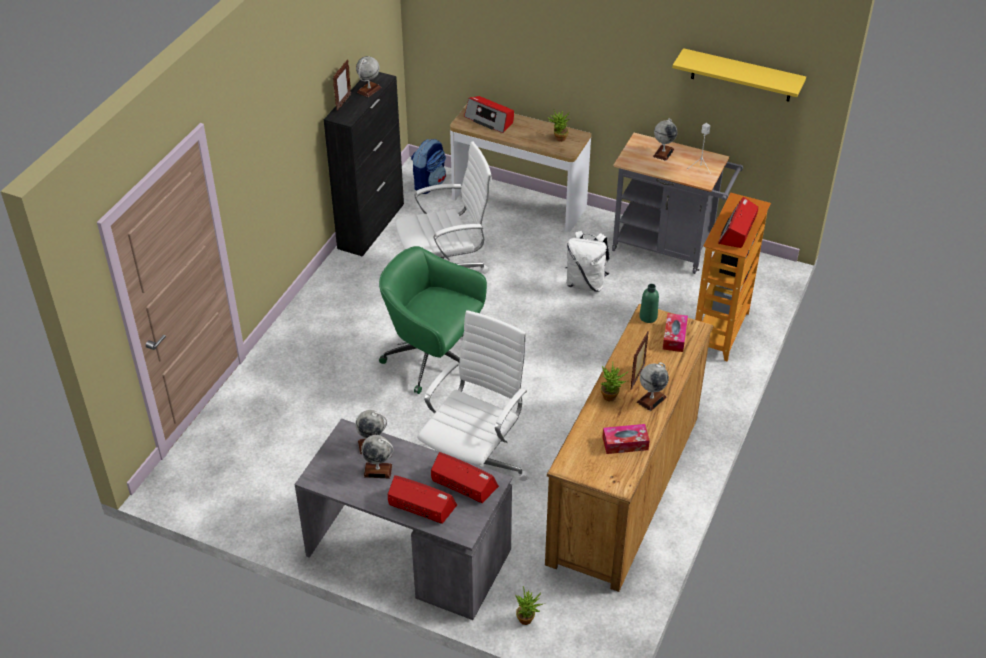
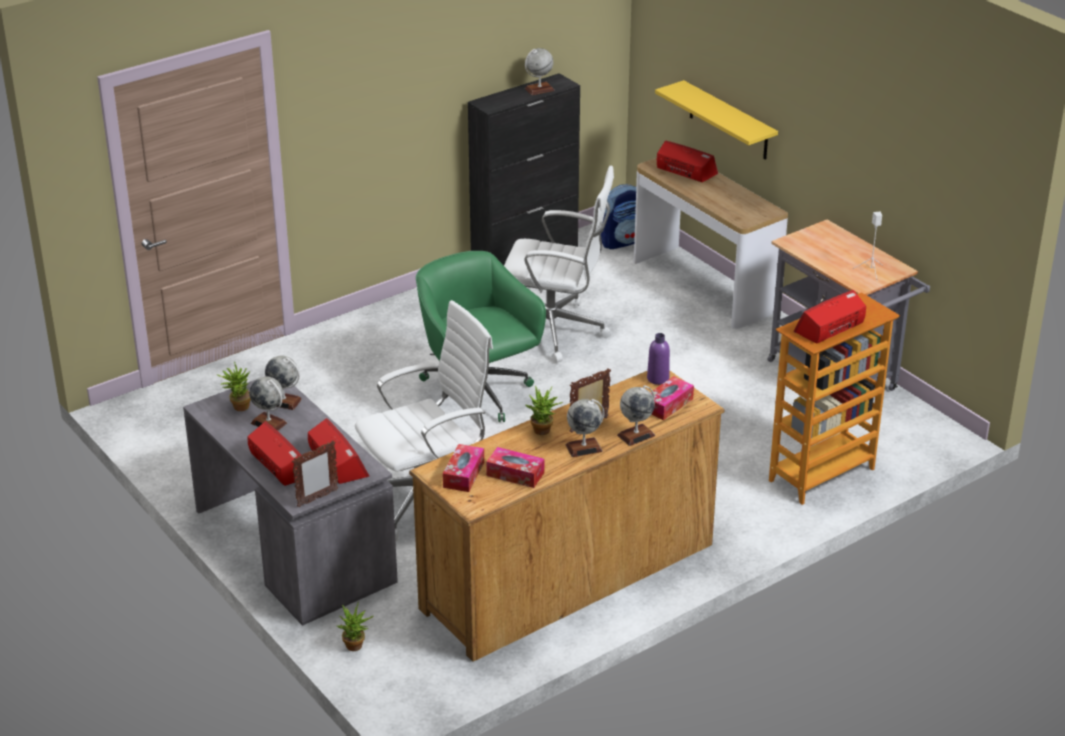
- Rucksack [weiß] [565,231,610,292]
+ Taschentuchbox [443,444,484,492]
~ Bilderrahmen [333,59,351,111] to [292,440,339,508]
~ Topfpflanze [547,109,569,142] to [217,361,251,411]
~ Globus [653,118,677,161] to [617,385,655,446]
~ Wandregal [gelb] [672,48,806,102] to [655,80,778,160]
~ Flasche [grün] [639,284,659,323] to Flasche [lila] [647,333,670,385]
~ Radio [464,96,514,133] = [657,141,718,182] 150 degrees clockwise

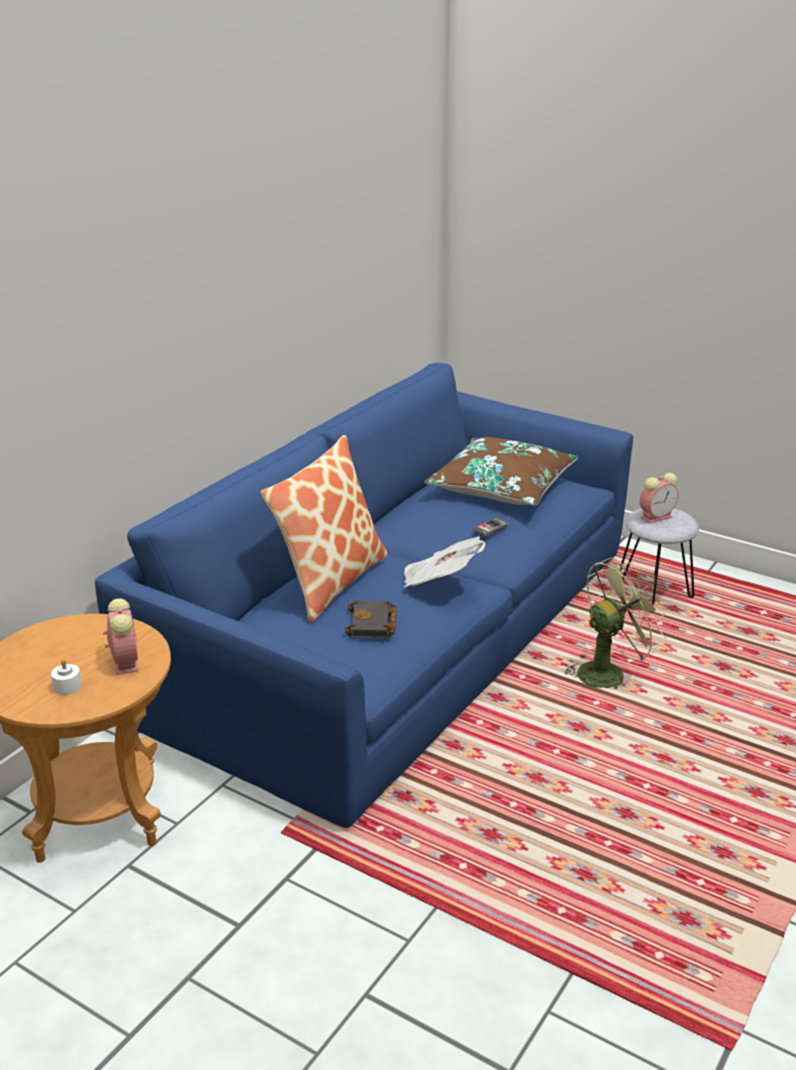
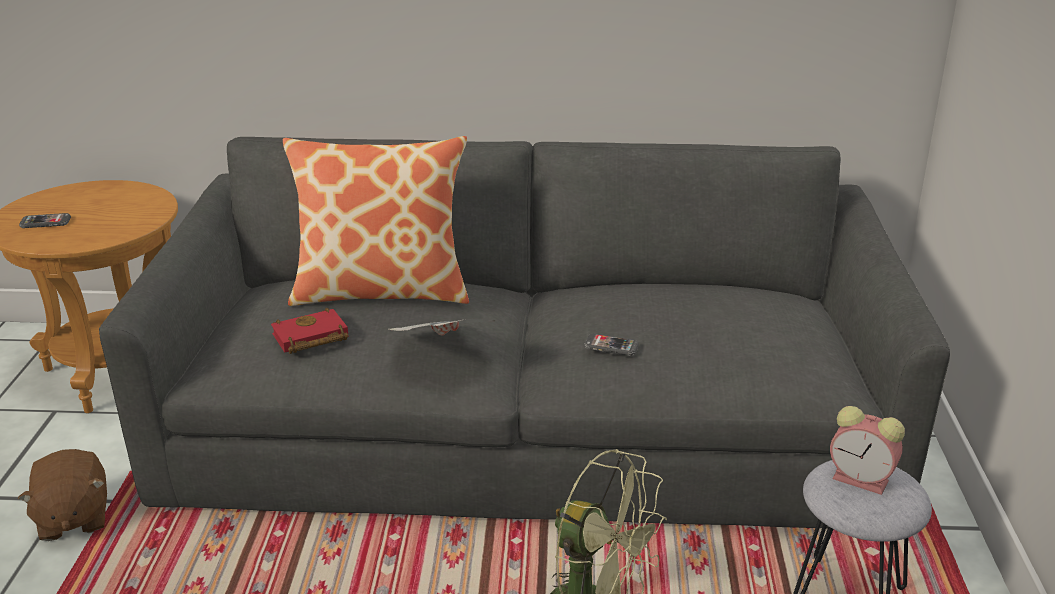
- Wecker [103,598,138,675]
- Kissen [braun] [425,437,578,506]
+ Plüschtier [braun] [18,449,107,541]
~ Kerze [weiß] [51,659,82,695] to Handy [19,213,71,228]
~ Sofa [blau] [95,363,633,828] to Sofa [grau] [99,137,950,528]
~ Buch [schwarz] [345,601,397,638] to Buch [rot] [271,308,348,354]

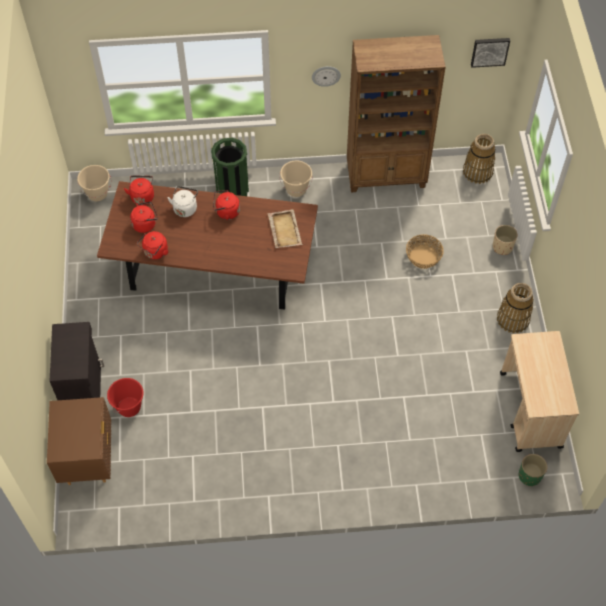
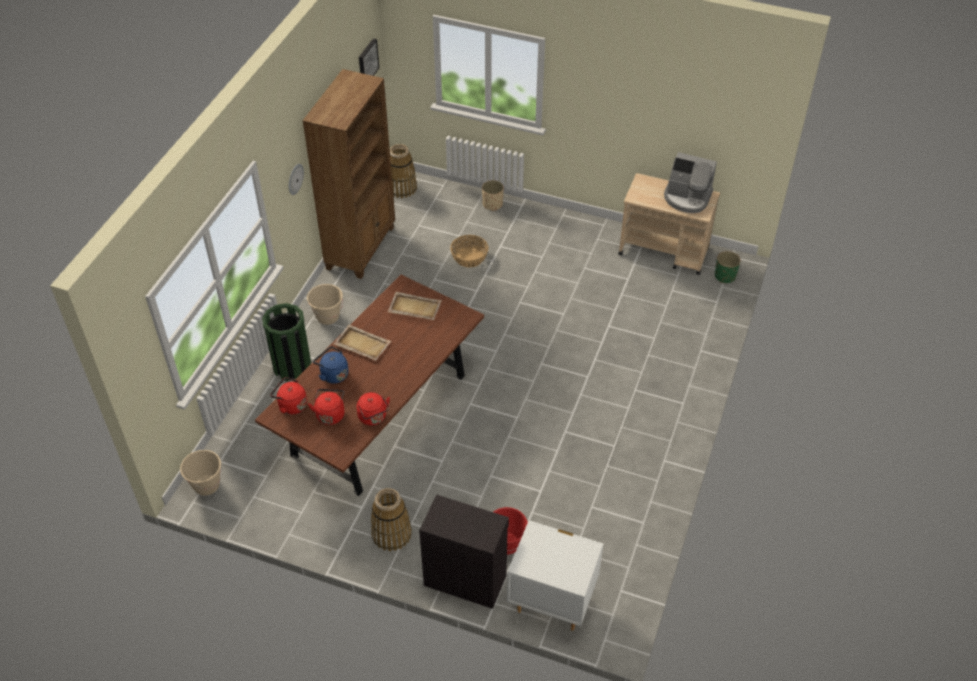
+ Kaffeemaschine [664,152,717,213]
~ Korb [497,283,533,333] to [371,488,412,551]
~ Wasserkessel [rot] [213,190,240,220] to Tablett [beige] [333,325,391,361]
~ Nachttisch [braun] [47,397,111,485] to Nachttisch [weiß] [507,520,604,631]
~ Wasserkessel [weiß] [167,186,198,217] to Wasserkessel [blau] [313,346,348,384]

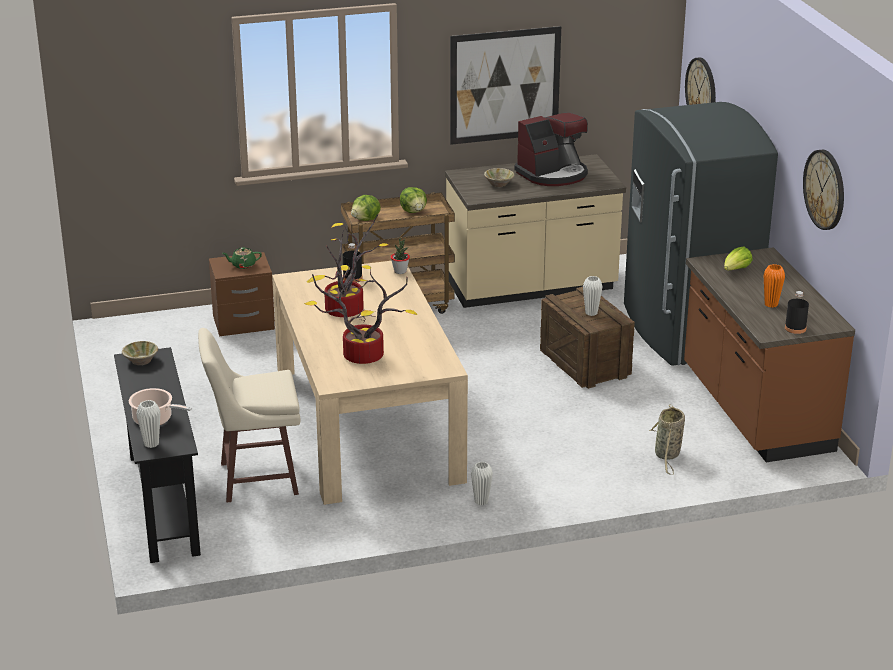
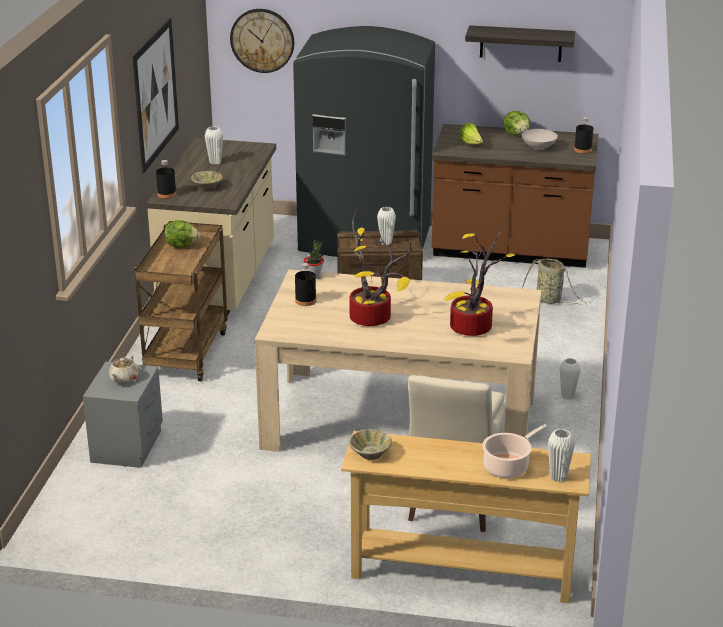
+ Flasche [schwarz] [156,160,176,199]
~ Salatkopf [351,195,381,221] to [504,111,530,135]
~ Kaffeemaschine [514,113,588,186] to Vase [weiß] [205,126,223,165]
~ Vase [orange] [764,264,785,308] to Schüssel [weiß] [522,129,558,150]
~ Wanduhr [803,149,844,230] to Wandregal [465,25,575,62]
~ Konsolentisch [schwarz] [114,347,201,563] to Konsolentisch [beige] [341,431,591,603]
~ Nachttisch [braun] [209,252,275,336] to Nachttisch [grau] [83,362,163,468]
~ Teekanne [grün] [222,247,262,269] to Teekanne [beige] [109,355,139,384]

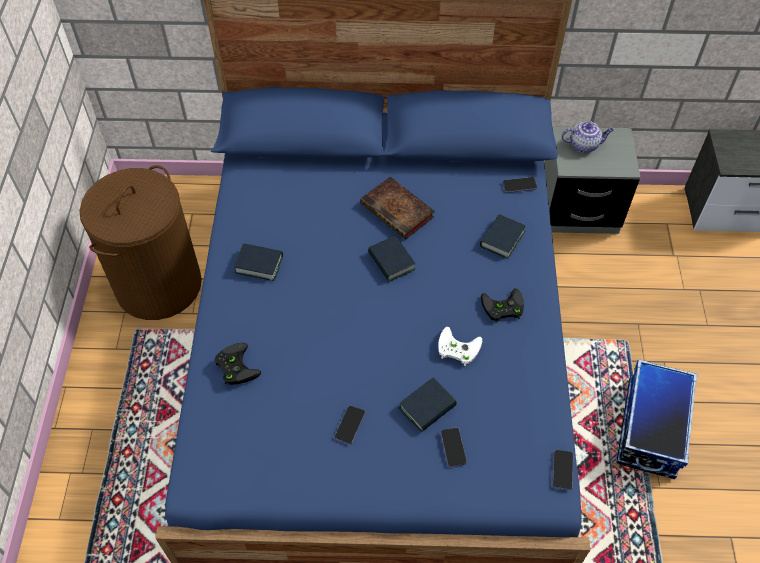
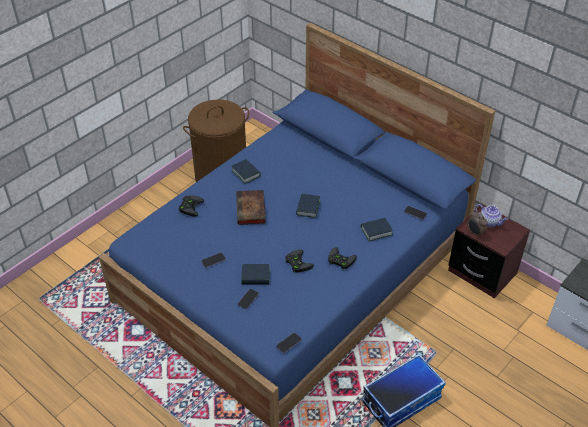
+ Wecker [467,210,488,238]
~ Buch [360,177,435,240] to [236,190,266,225]
~ Gamepad [weiß] [438,327,482,366] to Gamepad [schwarz] [285,249,314,272]
~ Nachttisch [grau] [544,127,640,234] to Nachttisch [braun] [448,204,530,298]

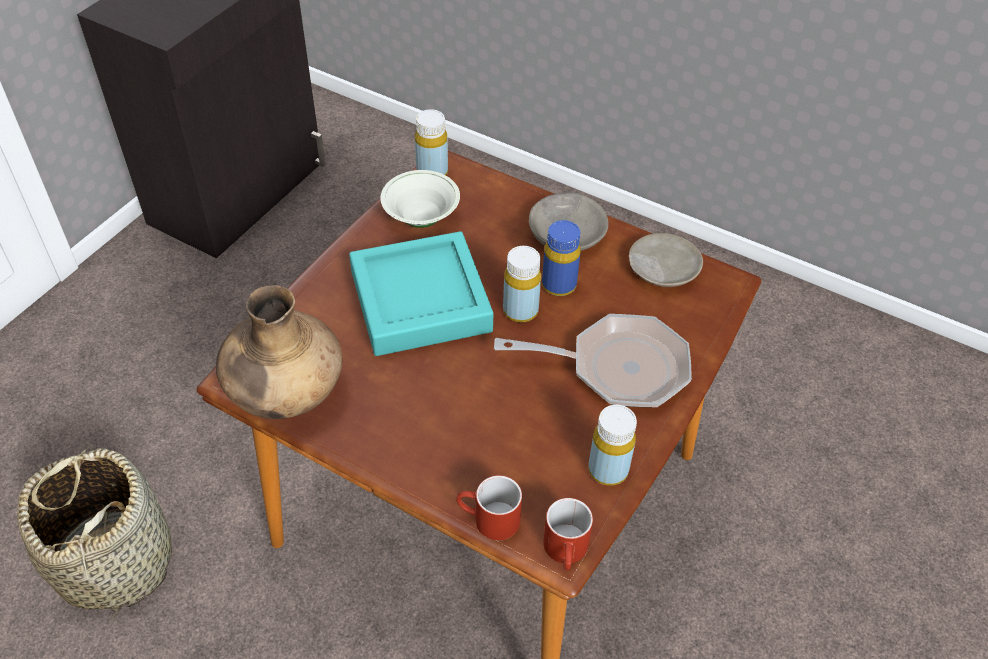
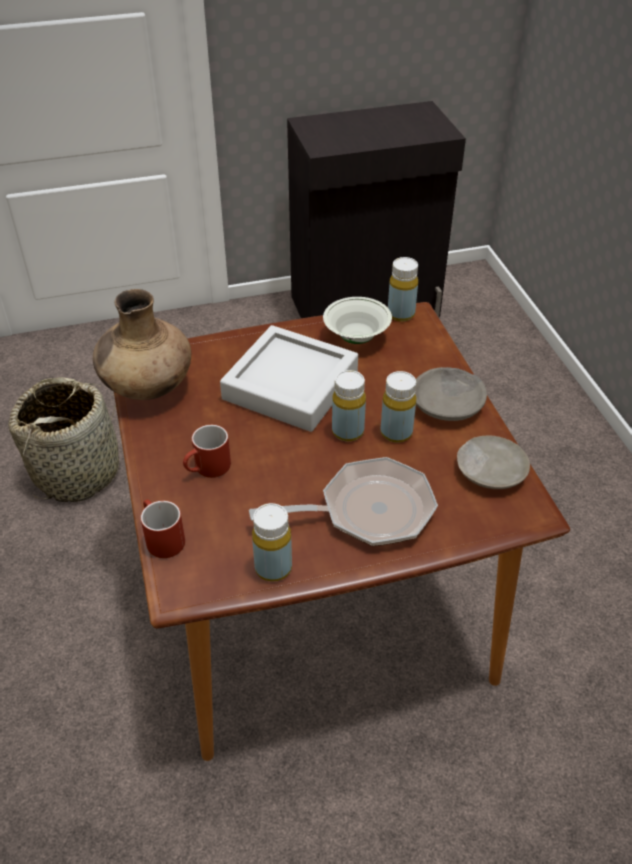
~ Henkelbecher [rot] [543,498,593,570] to [183,425,231,478]
~ Tablett [türkis] [349,231,493,356] to Tablett [grau] [220,325,358,432]
~ Flasche [blau] [542,220,581,296] to Flasche [gelb] [381,371,416,443]
~ Pfanne [494,314,692,408] = [249,457,438,546] 60 degrees counterclockwise

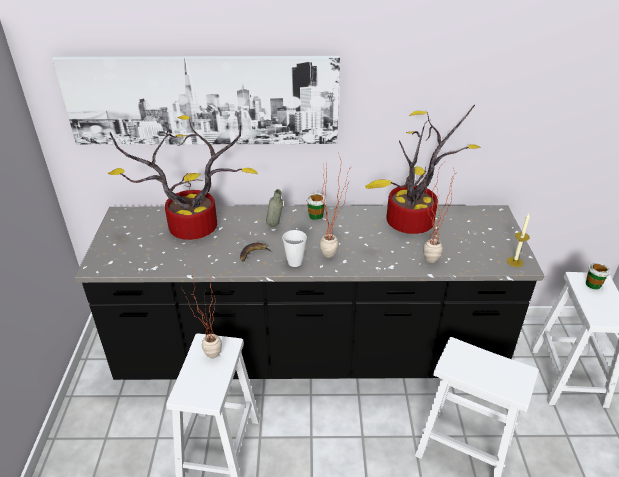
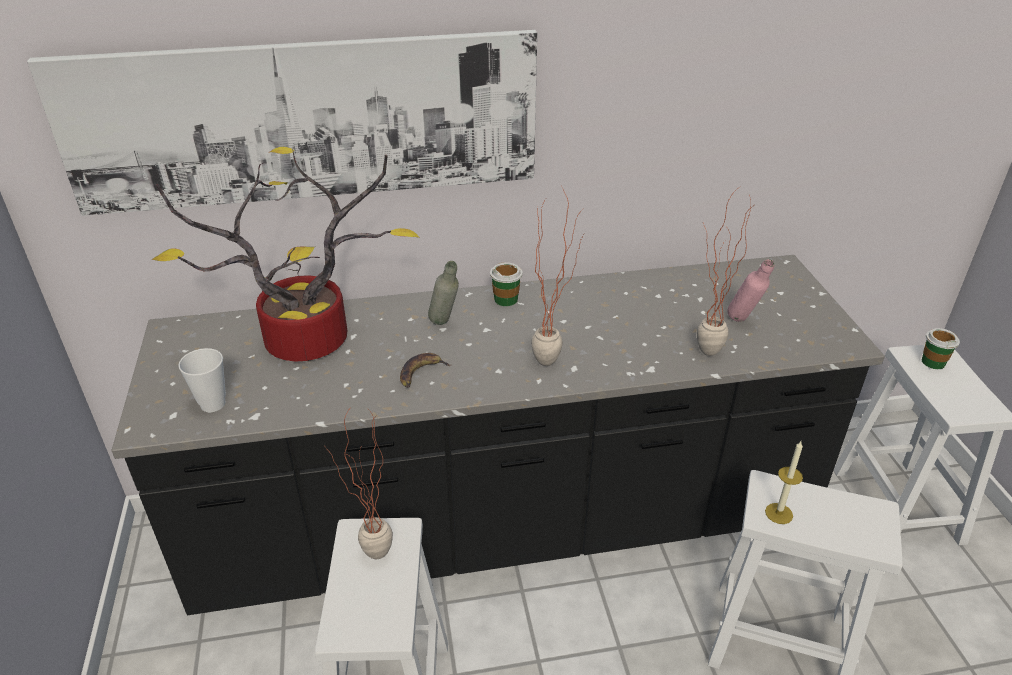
- Topfpflanze [365,105,481,234]
+ Flasche [rosa] [727,259,774,322]
~ Tasse [282,230,307,267] to [178,348,226,412]
~ Kerze [507,214,530,267] to [765,441,803,524]

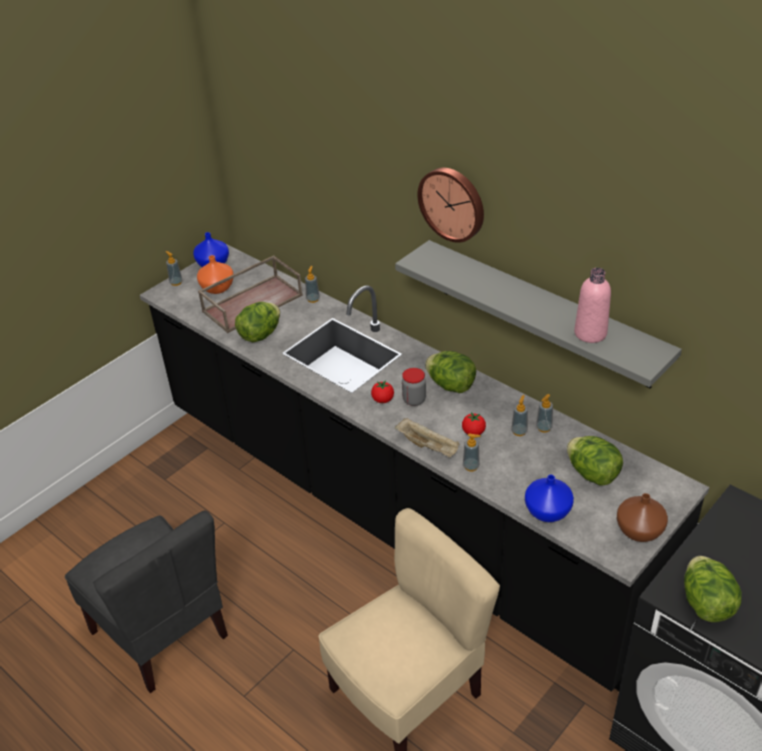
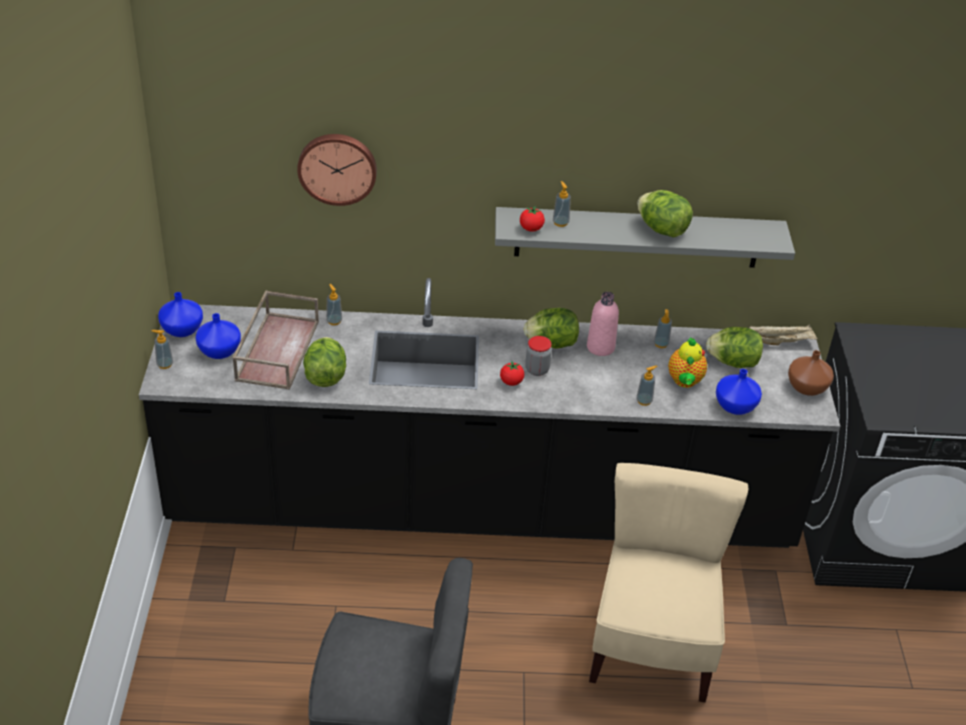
+ Teekanne [668,338,707,388]
~ Tablett [beige] [395,418,460,457] to [749,324,818,346]
~ Wanduhr [417,168,484,243] to [297,134,377,206]
~ Tomate [462,412,486,435] to [520,206,545,232]
~ Seifenspender [511,395,528,436] to [553,181,571,227]
~ Flasche [rosa] [574,268,611,343] to [587,292,619,356]
~ Salatkopf [684,556,742,622] to [637,190,693,238]
~ Vase [orange] [197,255,233,294] to Vase [blau] [195,313,241,359]

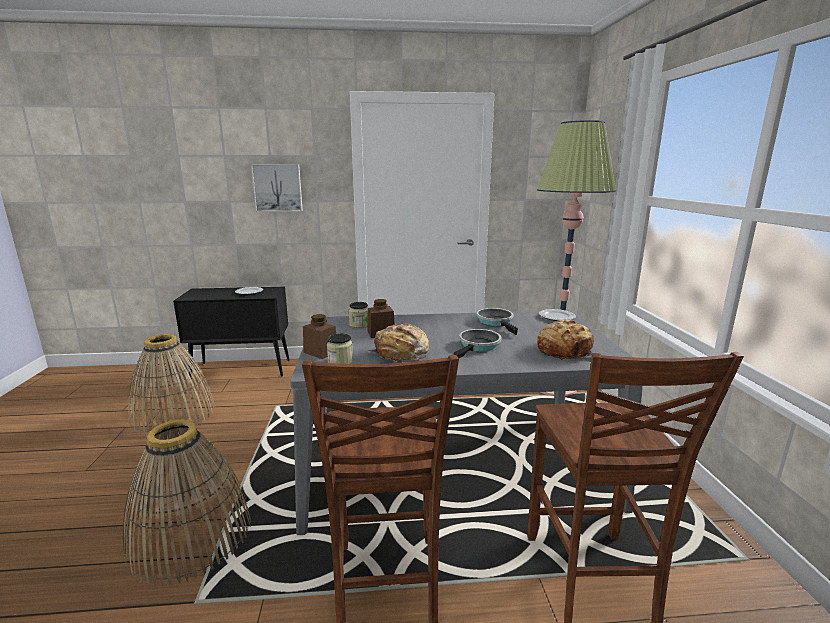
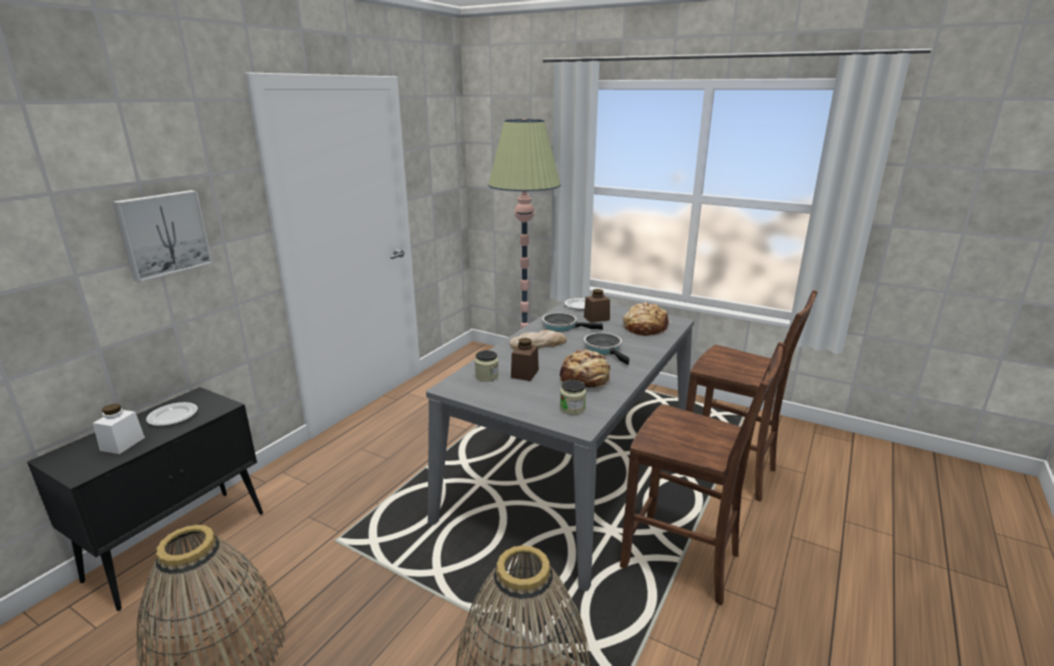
+ Vorratsglas [weiß] [93,403,145,454]
+ Brot [509,330,566,349]
~ Vorratsglas [braun] [303,314,336,359] to [584,289,610,323]

